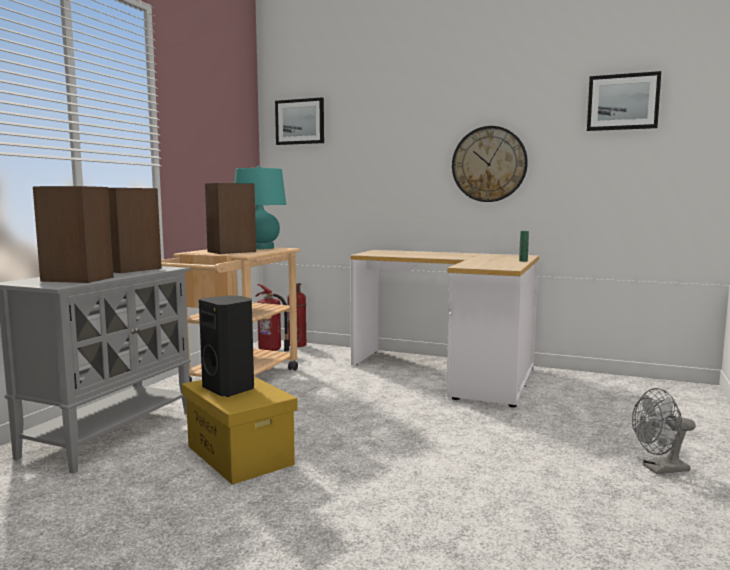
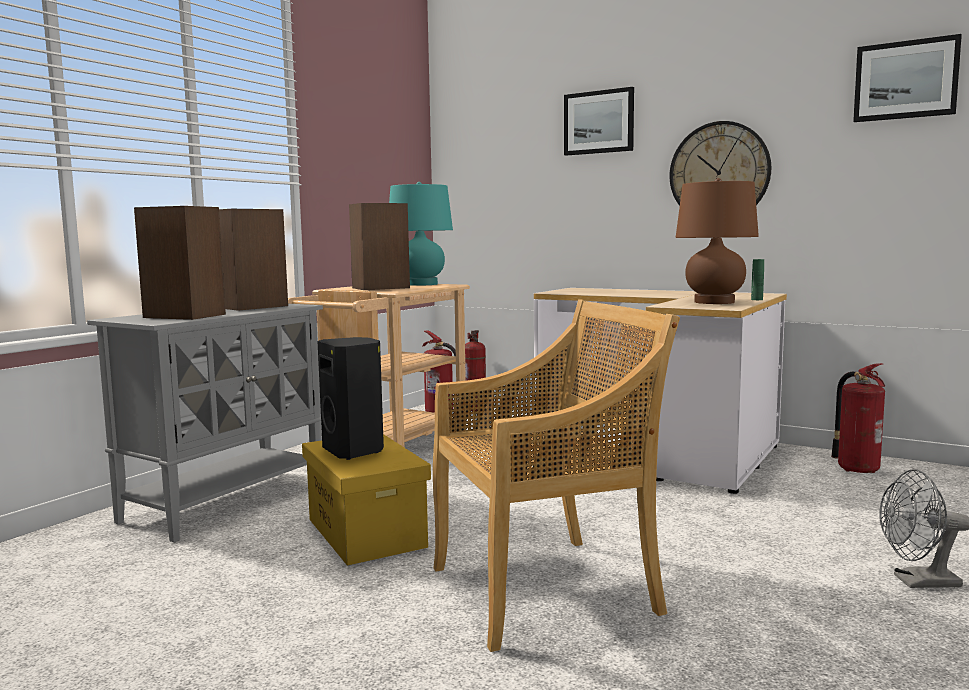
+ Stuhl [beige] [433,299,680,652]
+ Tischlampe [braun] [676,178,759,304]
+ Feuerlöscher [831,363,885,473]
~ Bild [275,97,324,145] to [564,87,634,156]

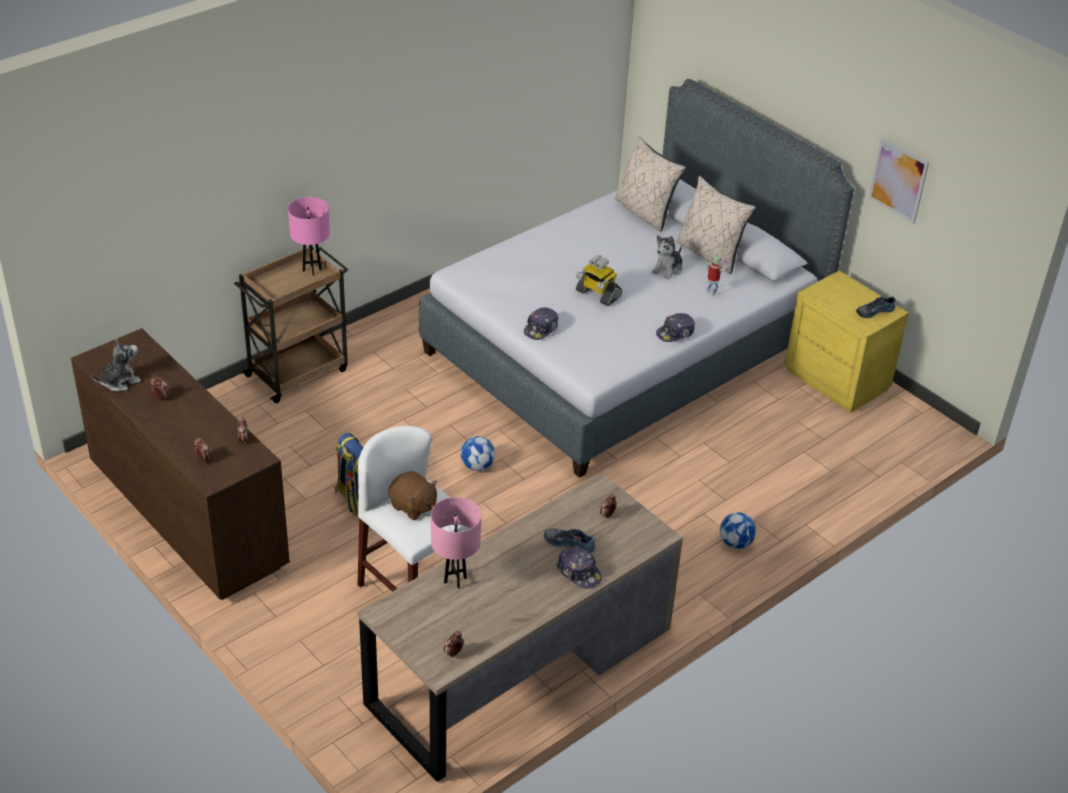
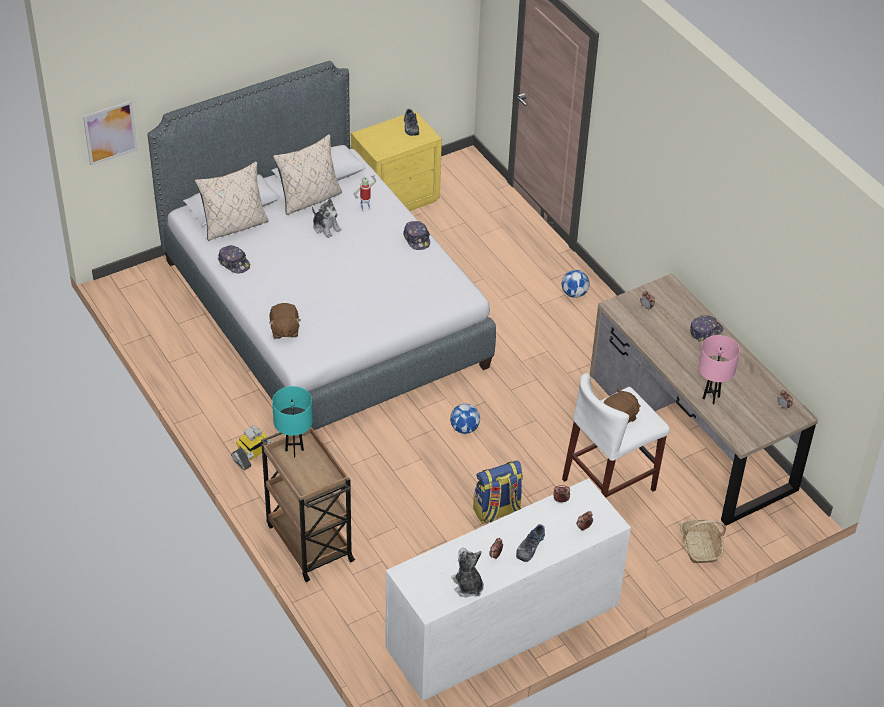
+ Plüschtier [braun] [269,303,301,339]
+ Korb [680,519,726,563]
~ Kappe [524,307,558,340] to [218,245,250,274]
~ Schuh [544,529,595,553] to [516,524,545,562]
~ Spielzeugroboter [576,255,622,306] to [231,425,273,470]
~ Bild [868,138,929,224] to [83,101,138,165]
~ Kommode [braun] [71,328,290,600] to Kommode [weiß] [385,478,631,701]
~ Tischlampe [rosa] [288,197,330,276] to Tischlampe [türkis] [272,386,313,458]

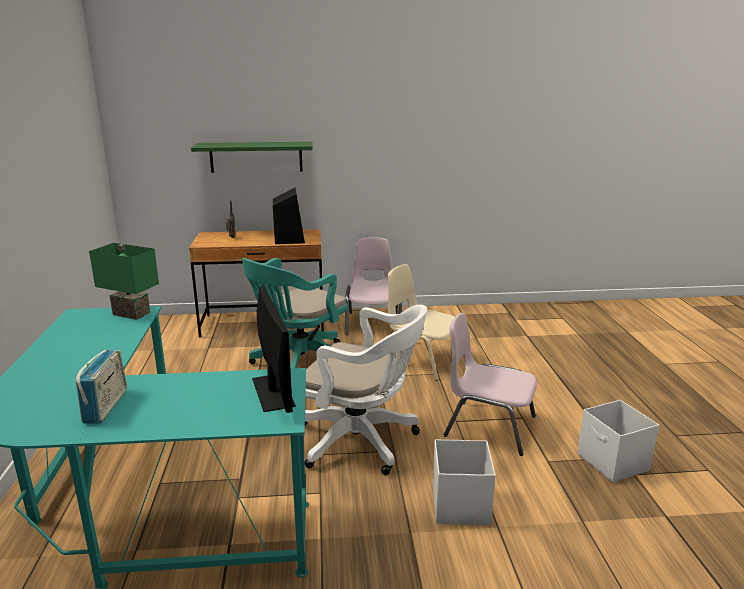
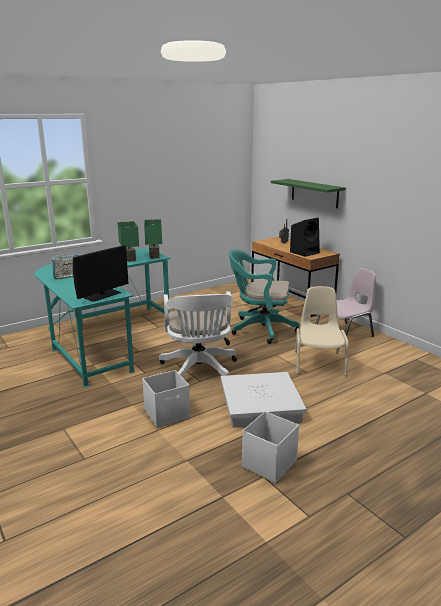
+ Tischlampe [grün] [117,221,139,262]
~ Stuhl [rosa] [444,313,537,456] to Aufbewahrungsbox [weiß] [221,372,306,428]

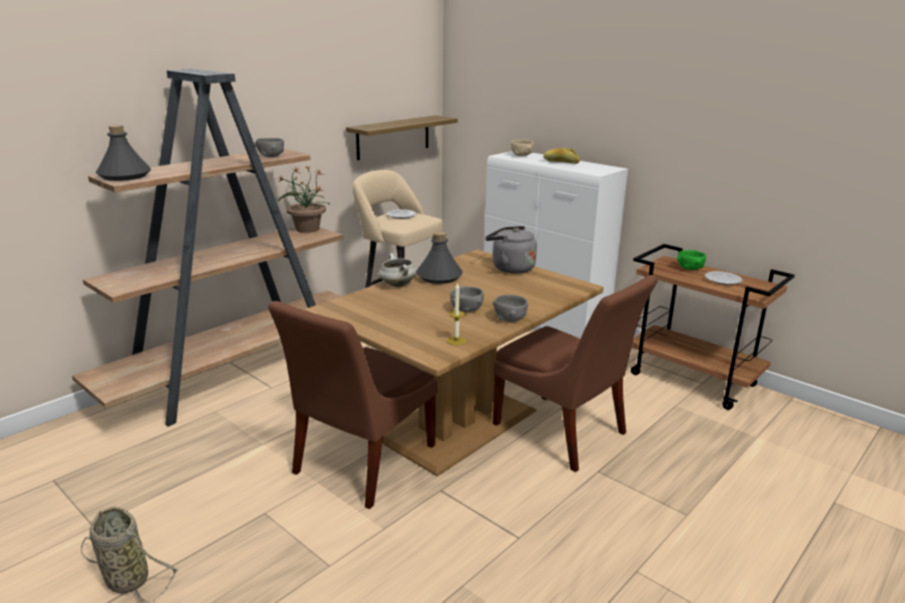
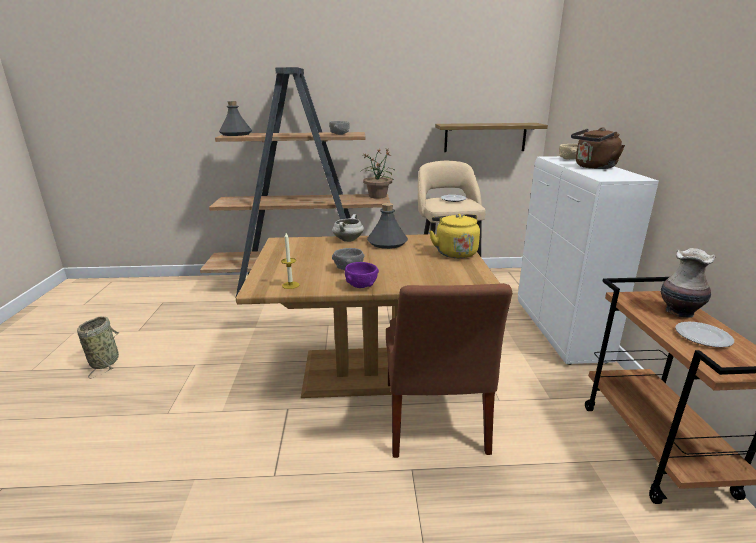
- Stuhl [braun] [268,301,437,509]
~ Brot [543,148,580,164] to Wasserkessel [braun] [571,127,625,169]
~ Schüssel [grün] [677,250,706,270] to Vase [661,248,715,318]
~ Wasserkessel [grau] [485,226,537,274] to Wasserkessel [gelb] [429,214,480,258]
~ Schüssel [grau] [493,295,528,322] to Schüssel [lila] [345,262,379,288]

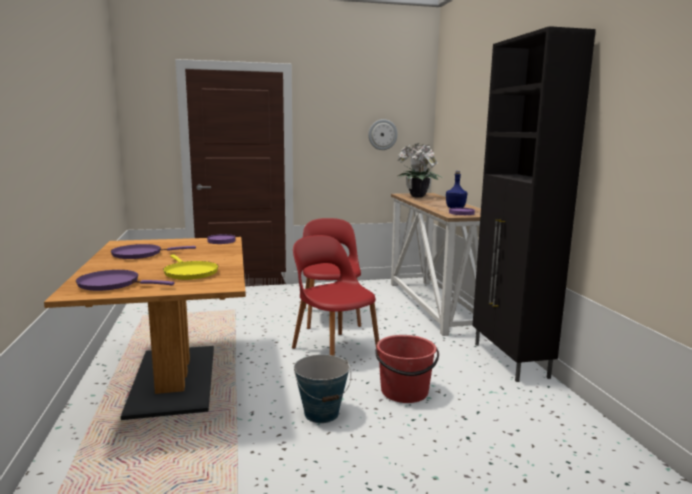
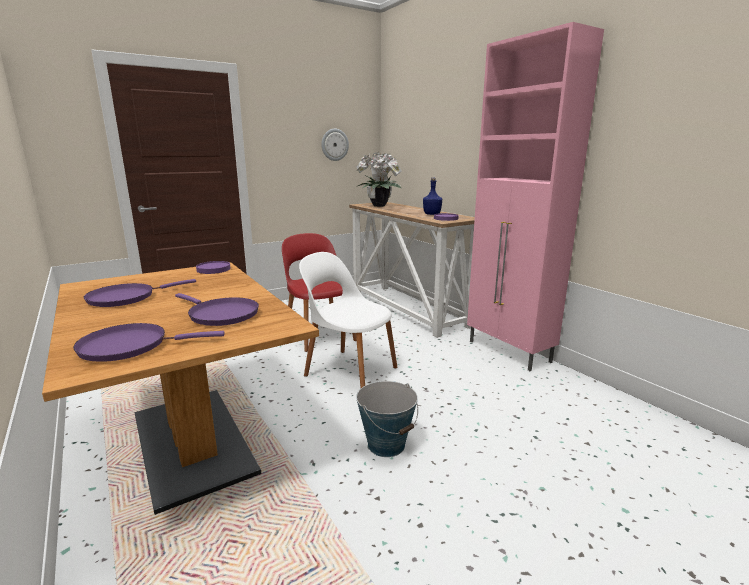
- Eimer [rot] [375,335,439,403]
~ Pfanne [gelb] [163,254,219,280] to Pfanne [lila] [175,293,259,326]
~ Stuhl [rot] [292,235,379,356] to Stuhl [weiß] [299,252,398,388]
~ Schrank [schwarz] [472,26,596,382] to Schrank [rosa] [467,22,604,371]

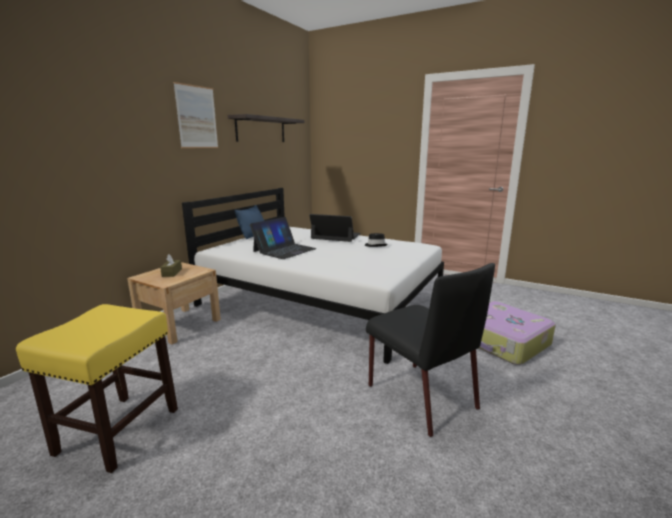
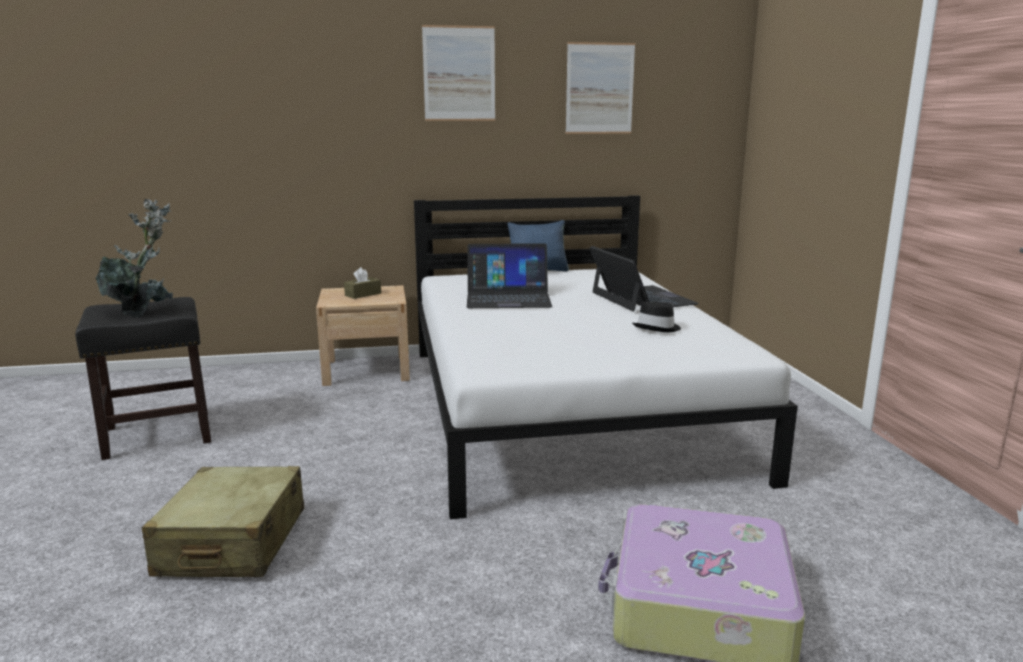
- Stuhl [schwarz] [366,263,495,437]
+ Topfpflanze [95,199,173,317]
+ Koffer [beige] [142,466,304,577]
~ Wandregal [228,114,304,142] to Bild [566,42,635,134]
~ Hocker [gelb] [16,304,178,473] to Hocker [schwarz] [75,297,211,460]

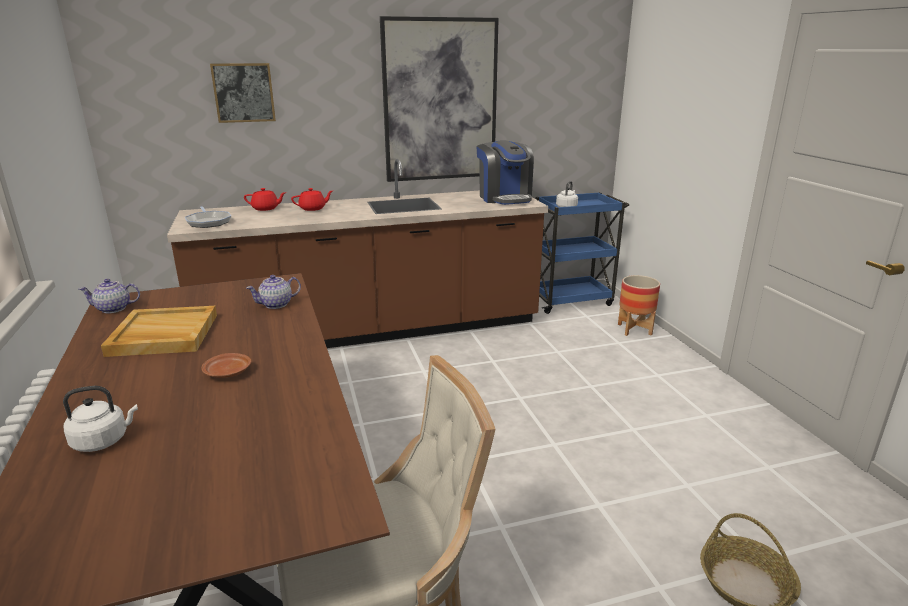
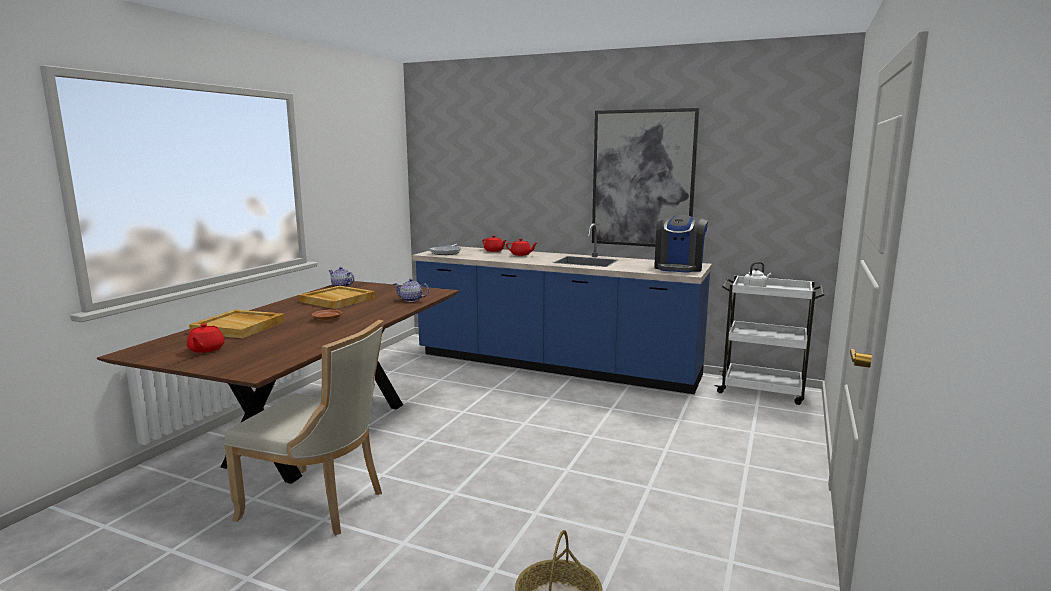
- Bild [210,63,276,123]
- Pflanzkübel [618,275,660,336]
+ Teekanne [rot] [187,323,225,353]
~ Wasserkessel [weiß] [63,386,138,452] to Tablett [beige] [189,309,285,338]
~ Küchenzeile [braun] [167,159,548,348] to Küchenzeile [blau] [412,223,712,394]
~ Rollwagen [blau] [536,192,629,314] to Rollwagen [weiß] [714,275,824,405]

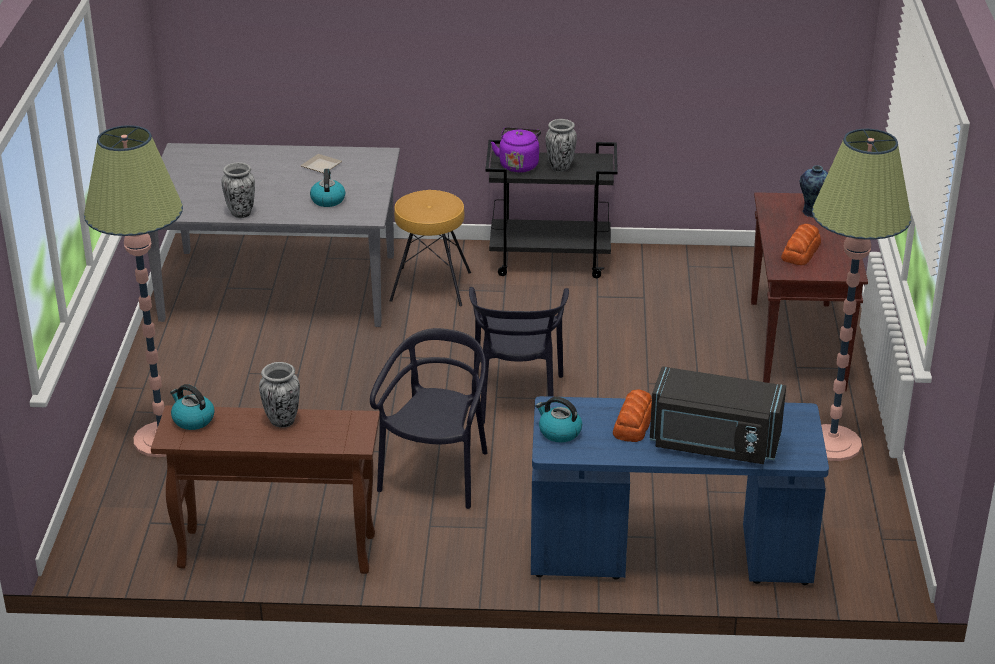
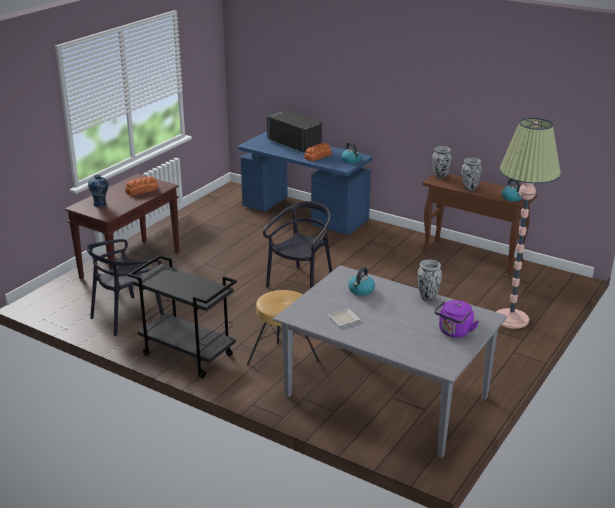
- Stehlampe [812,129,911,461]
~ Stuhl [schwarz] [370,328,487,509] to [86,239,164,336]
~ Wasserkessel [lila] [491,127,541,173] to [435,300,479,338]
~ Vase [546,119,577,172] to [432,146,452,179]

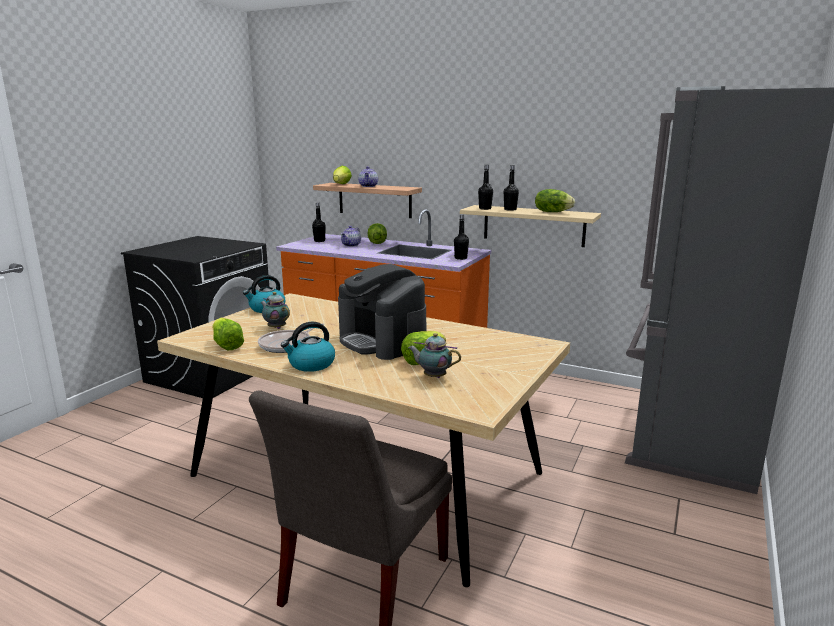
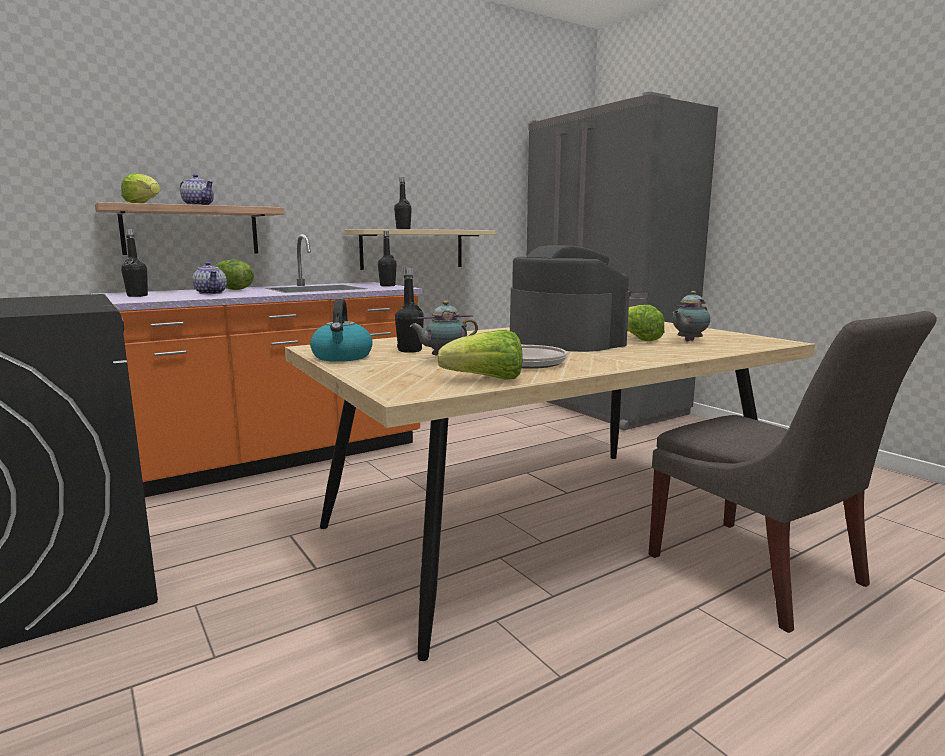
- Wasserkessel [281,321,335,372]
- Salatkopf [535,189,575,212]
~ Flasche [schwarz] [478,165,493,210] to [395,267,424,353]
~ Kaffeemaschine [338,264,426,360] = [510,245,630,352] 120 degrees counterclockwise

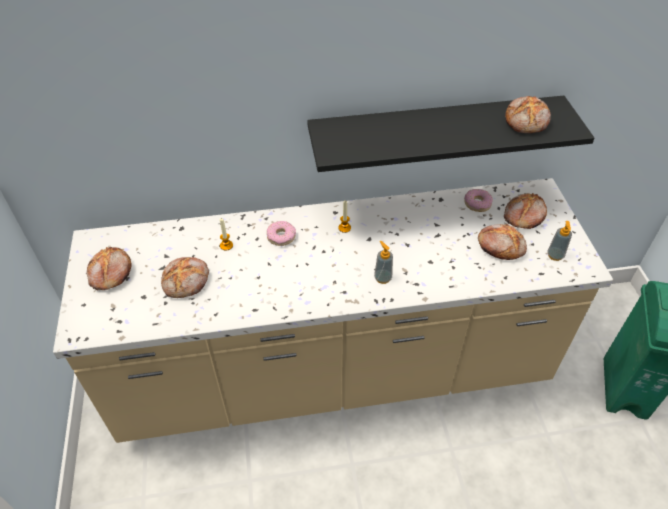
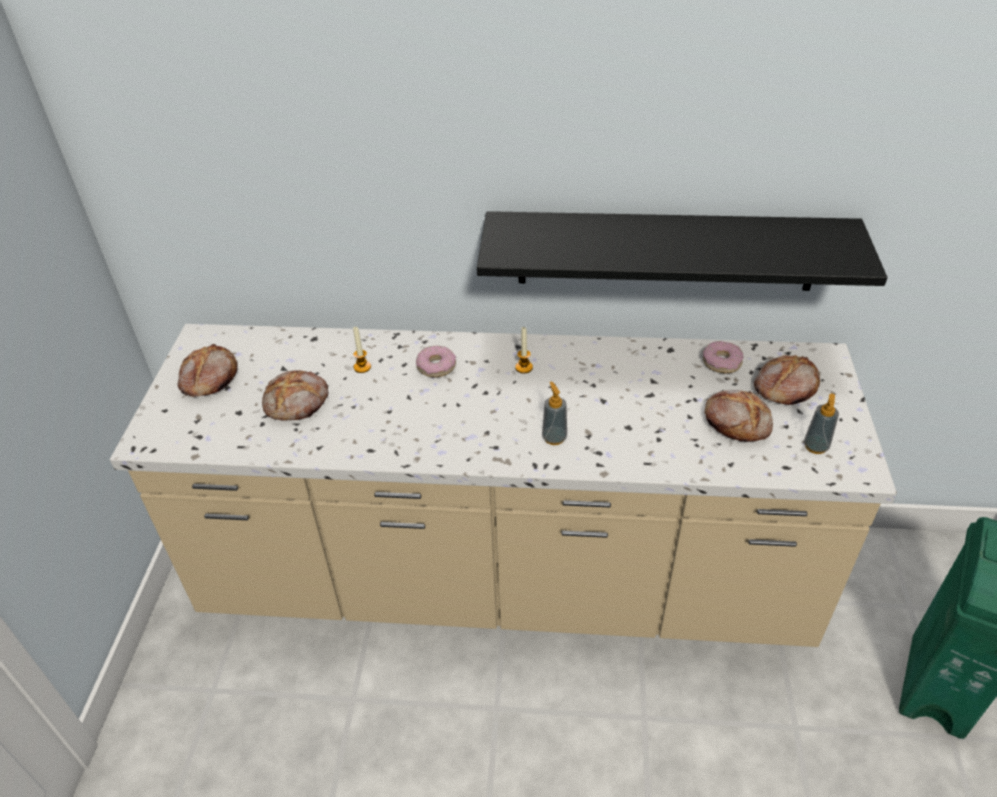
- Brot [505,96,551,133]

